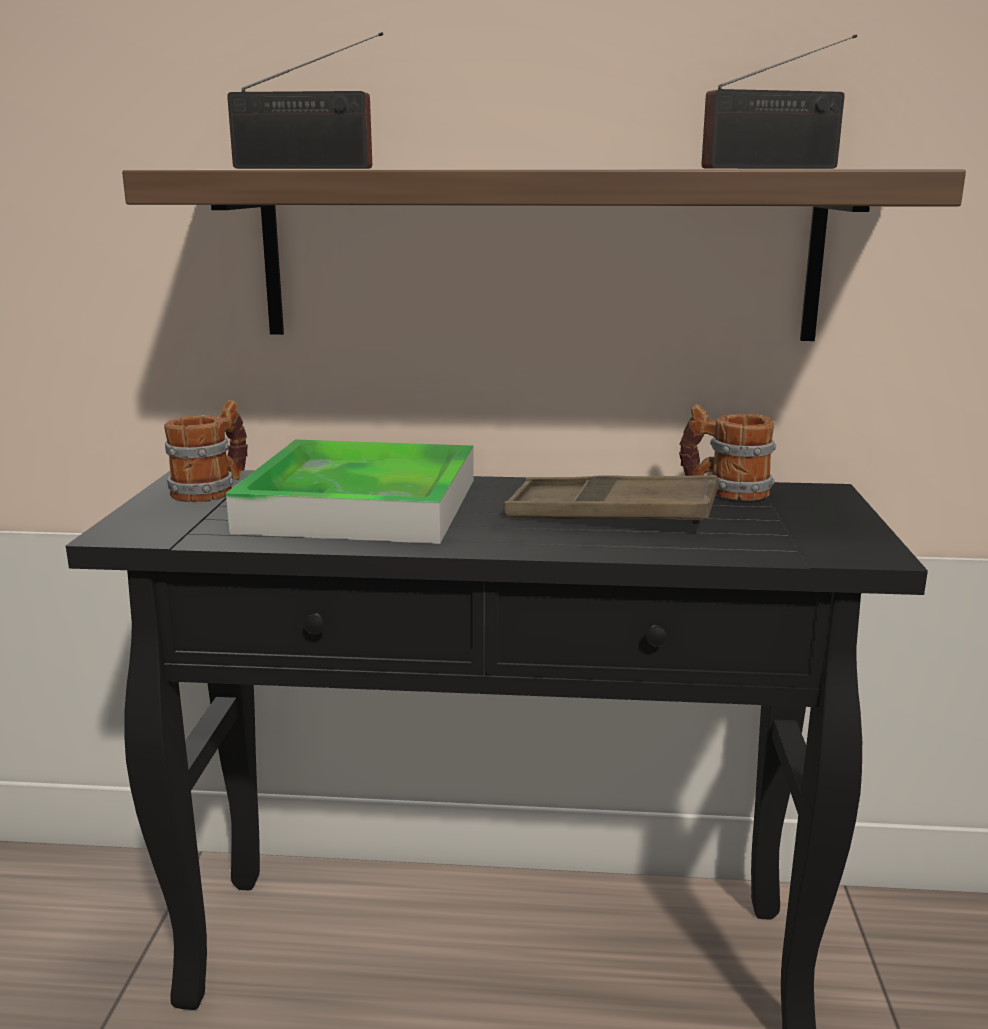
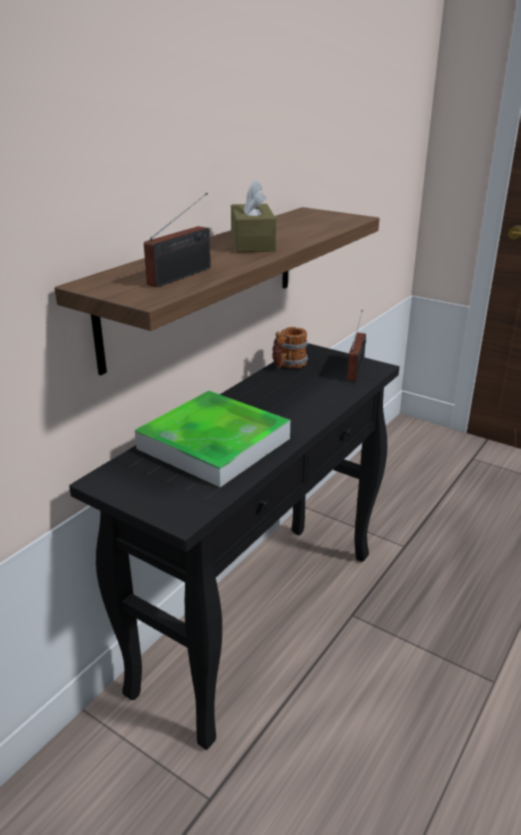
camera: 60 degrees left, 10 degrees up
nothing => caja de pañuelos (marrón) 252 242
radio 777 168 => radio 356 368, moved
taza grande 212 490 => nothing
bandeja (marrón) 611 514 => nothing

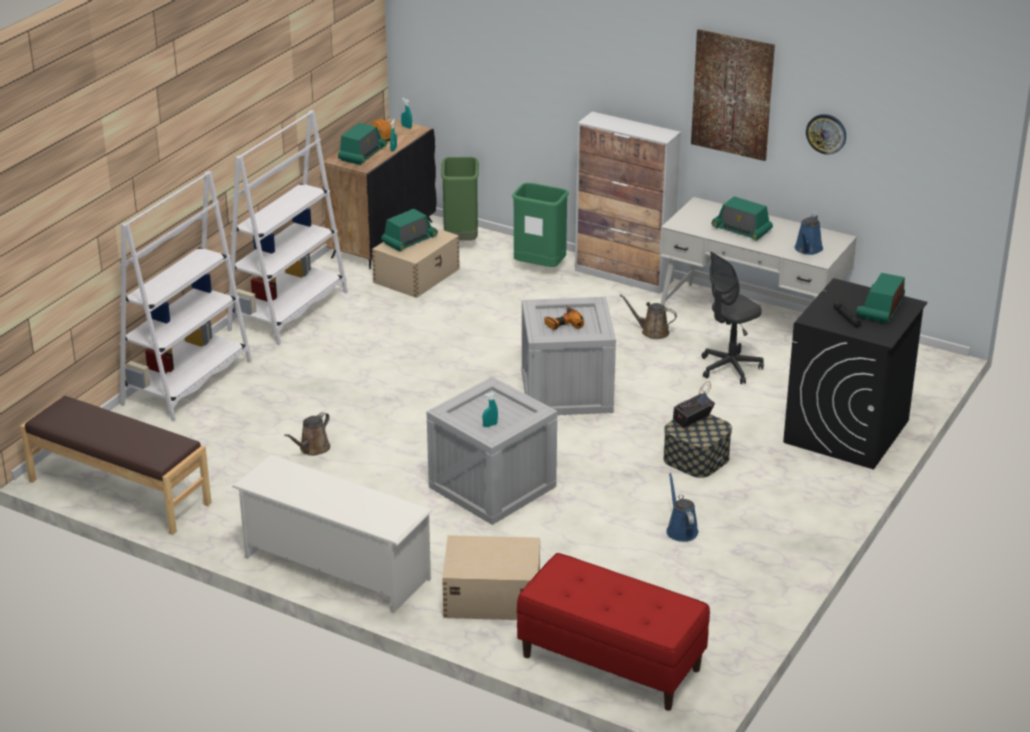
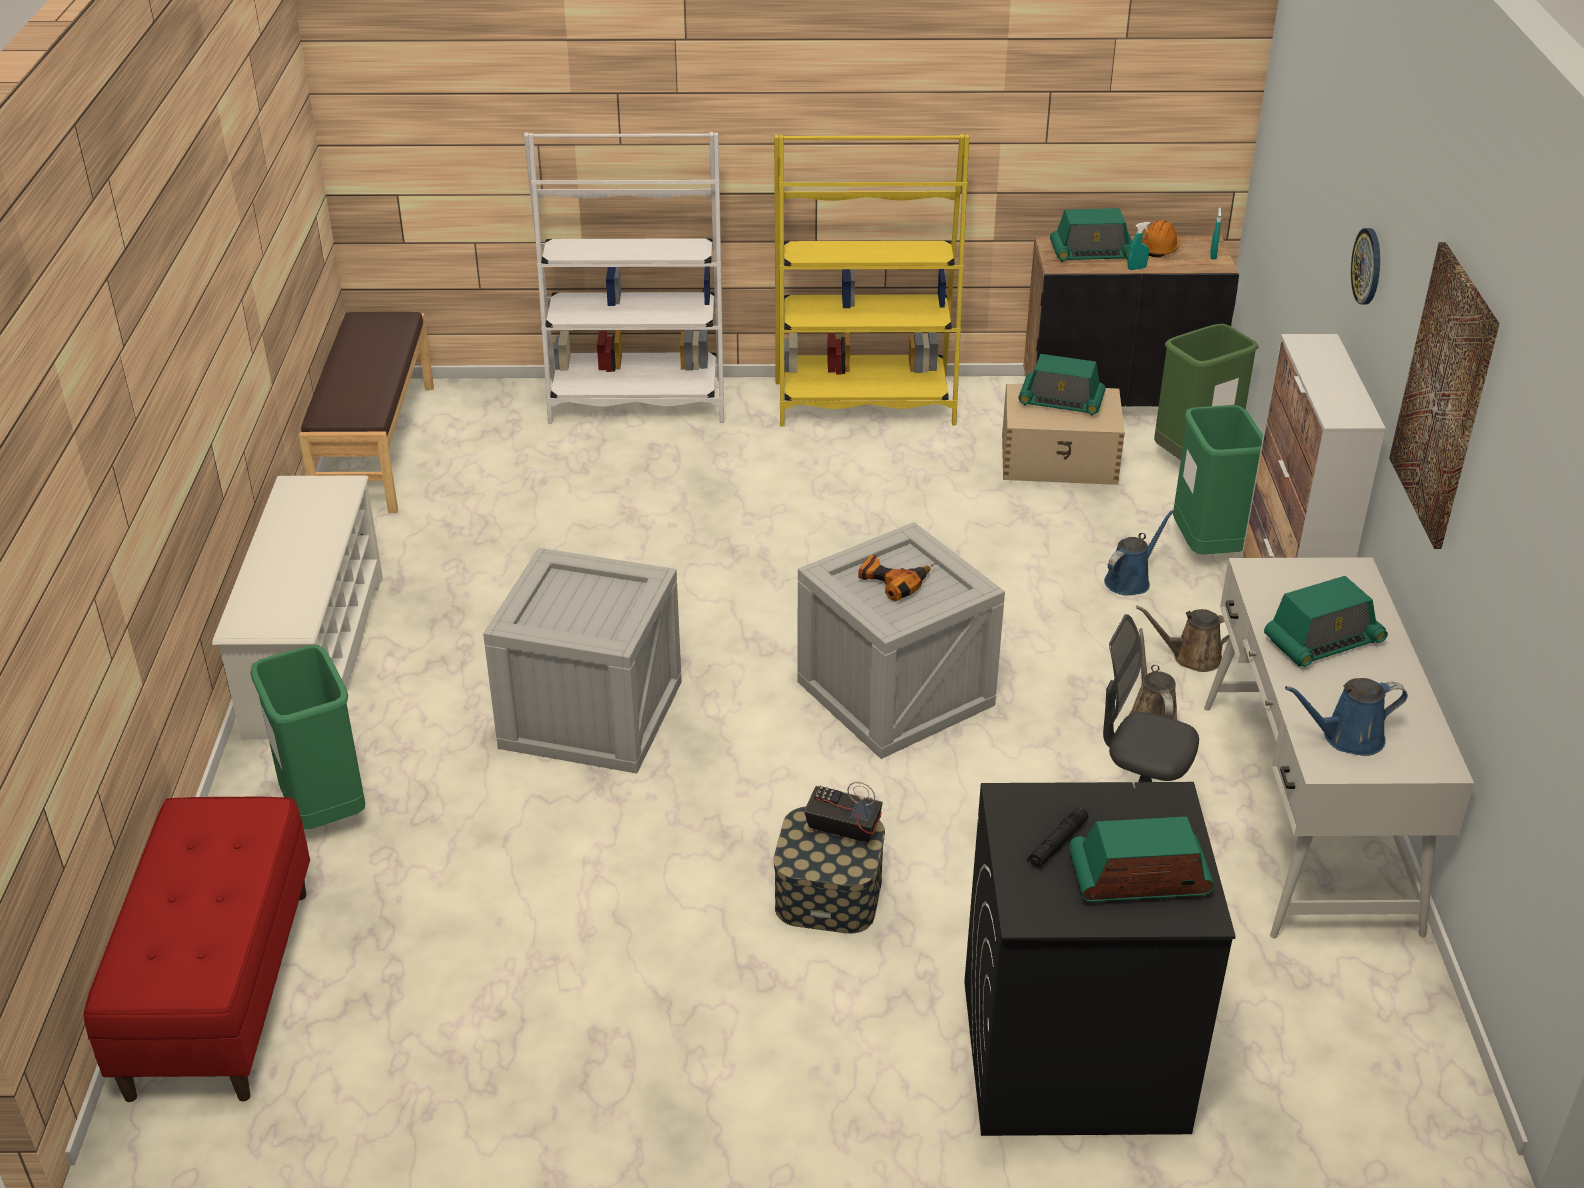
camera: 60 degrees right, 5 degrees up
caja de almacenaje (beis) 491 596 => papelera (verde) 324 811
estantería (blanco) 288 311 => estantería (amarillo) 864 403
regadera (azul) 681 530 => regadera (azul) 1130 580, moved
regadera (marrón) 312 449 => regadera (marrón) 1192 657, moved
radio 741 230 => radio 1322 642, 120 degrees counterclockwise
reloj de pared 826 133 => reloj de pared 1368 266, moved
pulverizador (turquesa) 490 425 => nothing

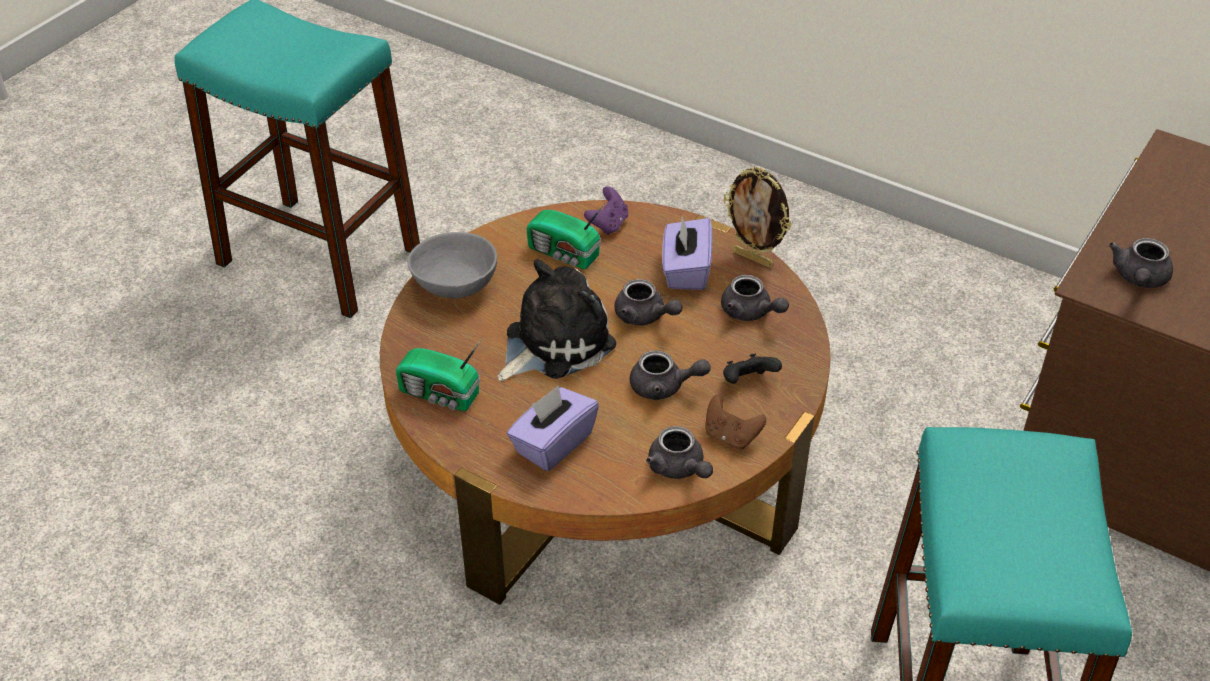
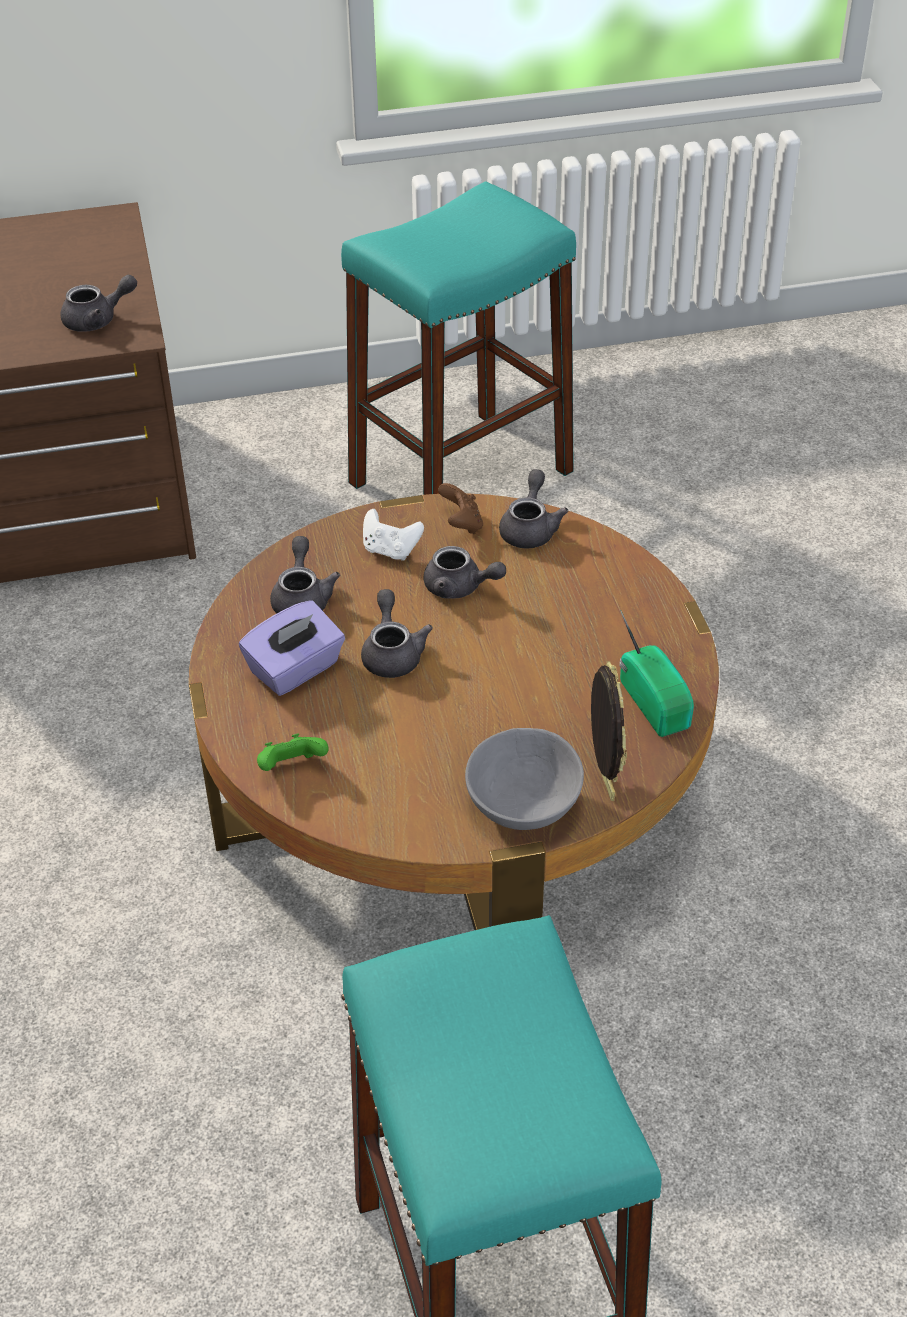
camera: 135 degrees left, 0 degrees up
mando de consola (morado) 608 224 => mando de consola (verde) 292 767
mando de consola (negro) 747 382 => mando de consola (blanco) 390 550
tetera (gris) 664 387 => tetera (gris) 460 588, 150 degrees clockwise
portarretratos 753 258 => portarretratos 603 781, moved
peluche 553 342 => nothing
caja de pañuelos (morado) 553 443 => nothing
radio 564 254 => nothing

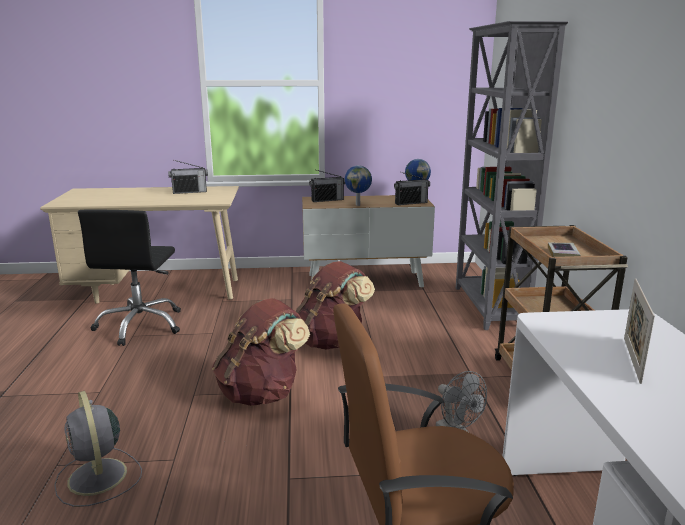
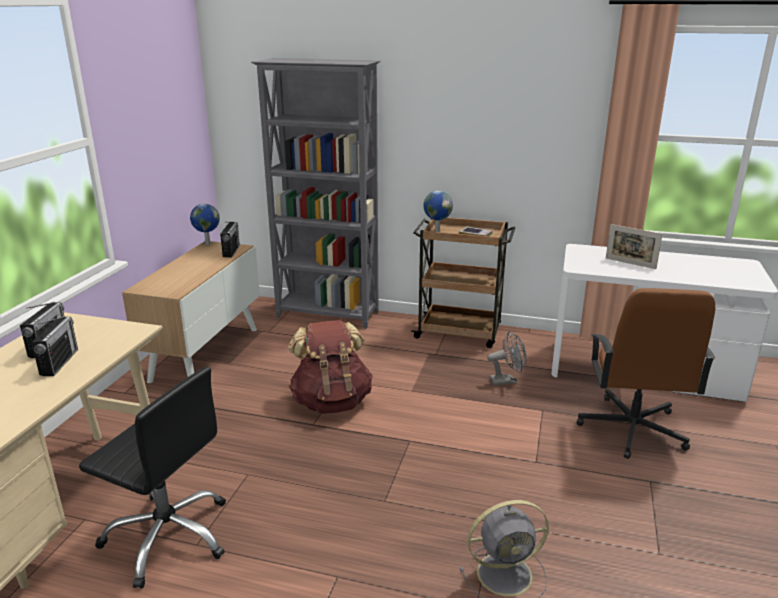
camera: 70 degrees left, 5 degrees up
radio 327 200 => radio 59 362, moved
globo terráqueo 358 205 => globo terráqueo 436 232, moved
mochila (marrón) 262 393 => nothing

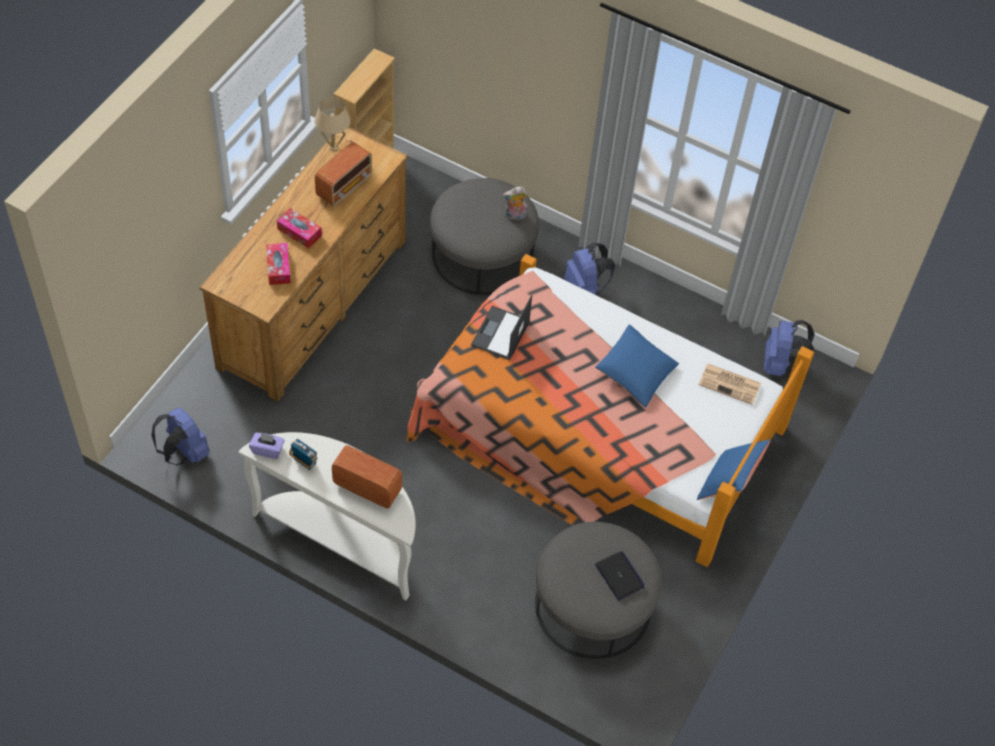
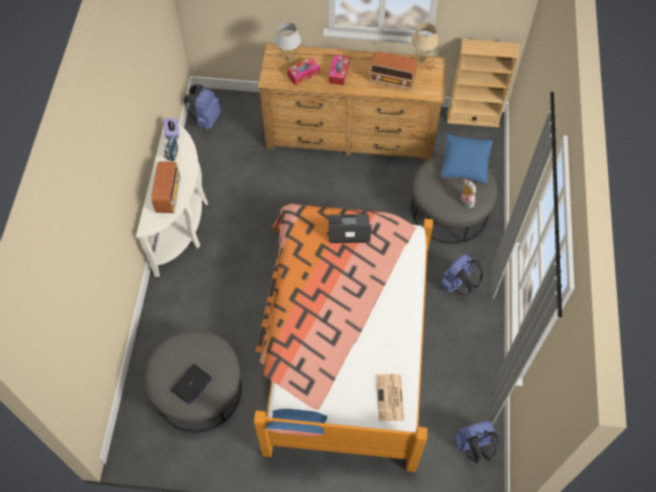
camera: 70 degrees right, 5 degrees up
nothing => lámpara de mesa (blanco) 289 60
cojín (azul) 635 373 => cojín (azul) 464 164, moved

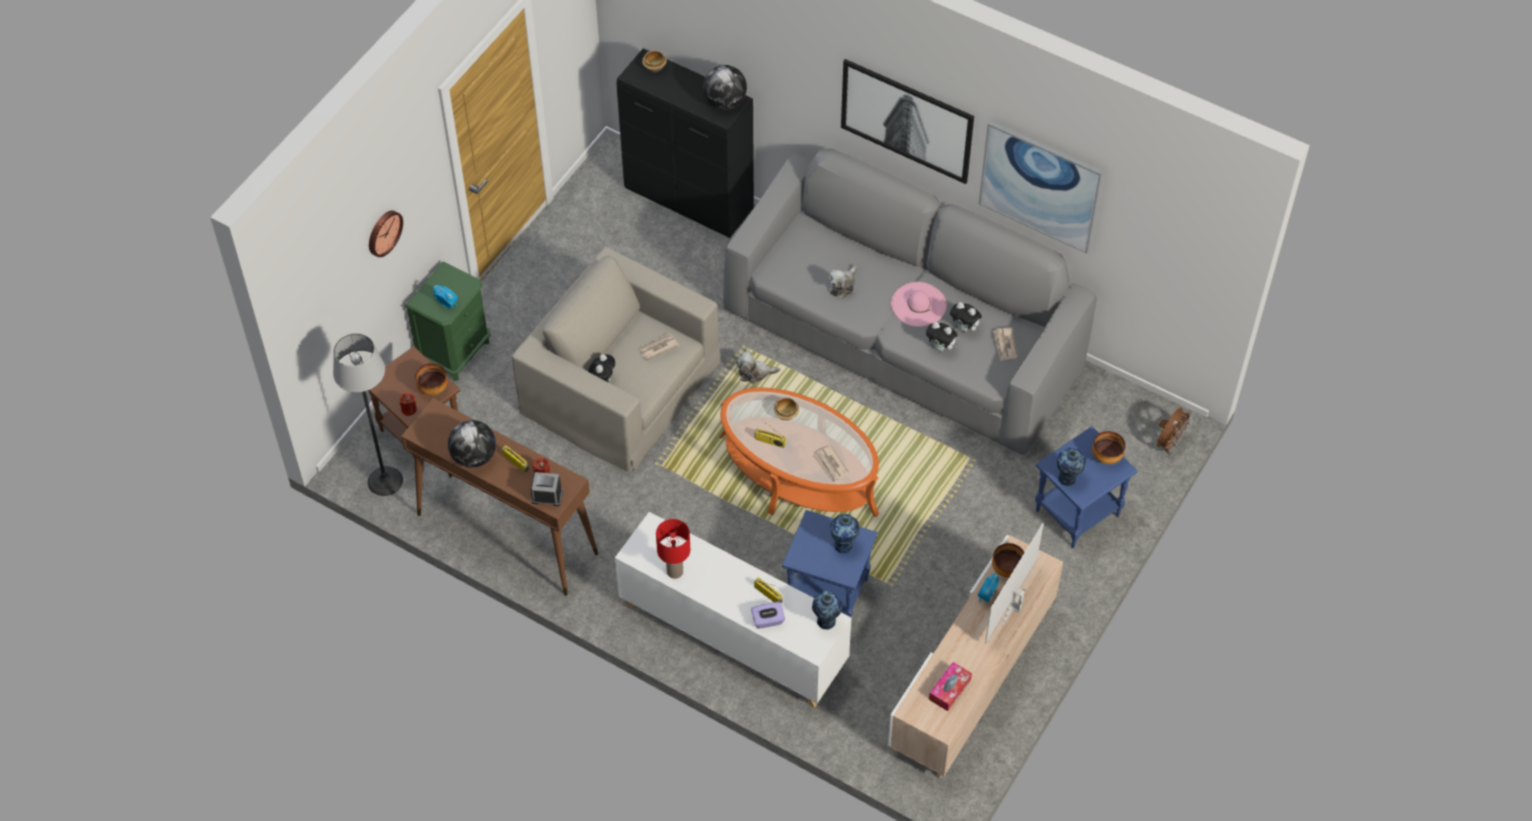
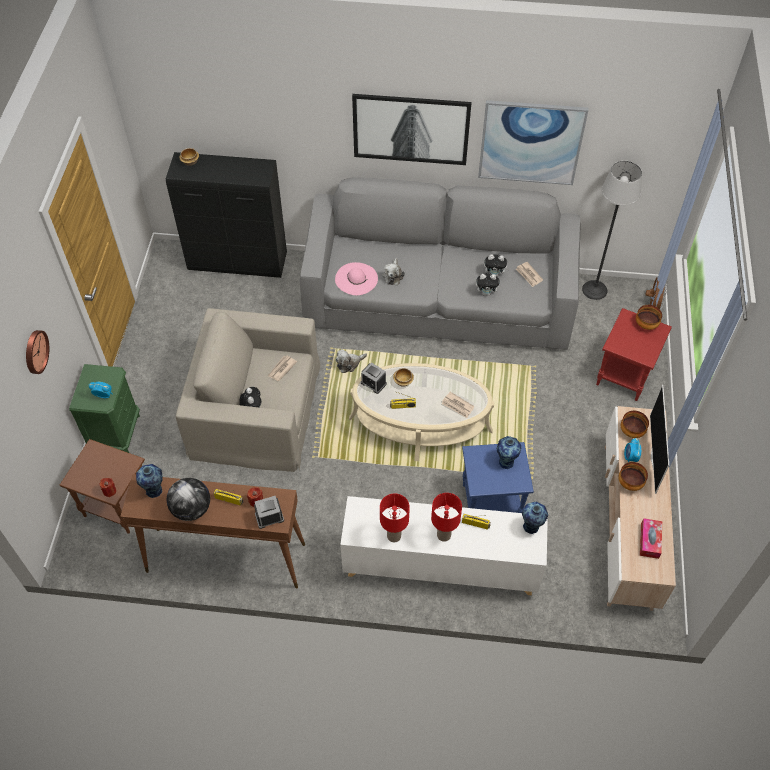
camera: 25 degrees left, 0 degrees up
florero 1068 479 => florero 154 491, moved
sombrero (rosa) 918 304 => sombrero (rosa) 356 279, moved
mesa de centro (naranja) 798 474 => mesa de centro (beis) 420 424
nothing => despertador 373 383
nothing => lámpara de mesa (rojo) 444 535
lámpara de pie 385 481 => lámpara de pie 595 290, moved
mesa auxiliar (azul) 1077 514 => mesa auxiliar (rojo) 625 376
cuenco 433 388 => cuenco 629 483, moved
globo terráqueo 725 102 => nothing
caja de pañuelos (morado) 768 620 => nothing

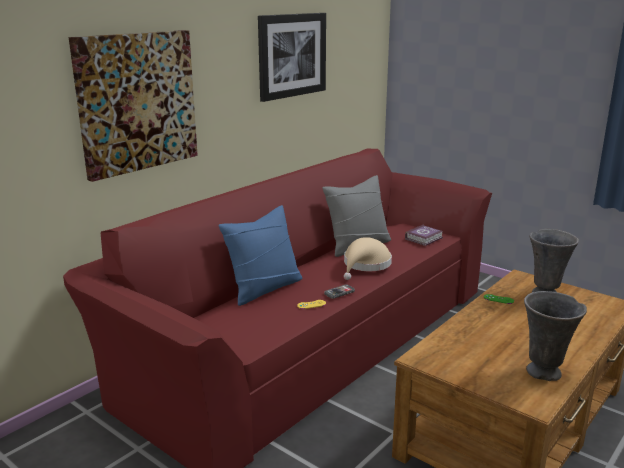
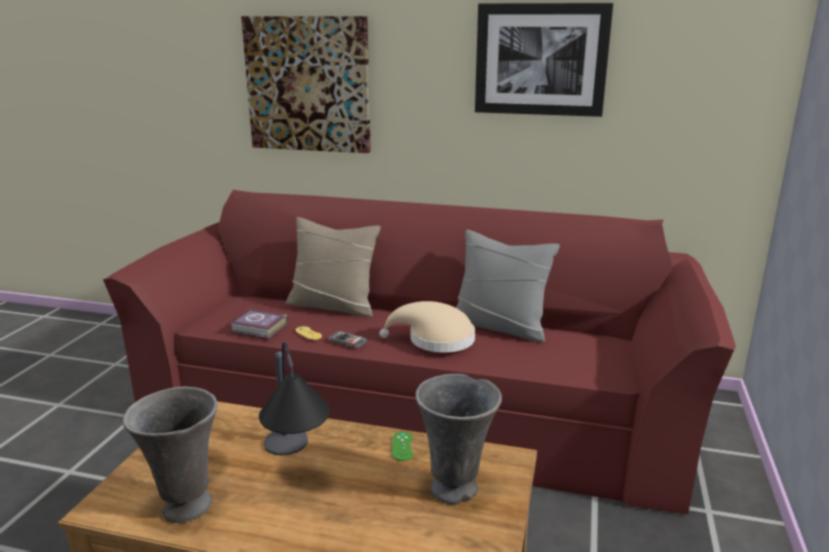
camera: 65 degrees right, 0 degrees up
libro 425 238 => libro 260 329, moved
nothing => lámpara de mesa 295 468
cojín (azul) 264 288 => cojín (beis) 333 306

